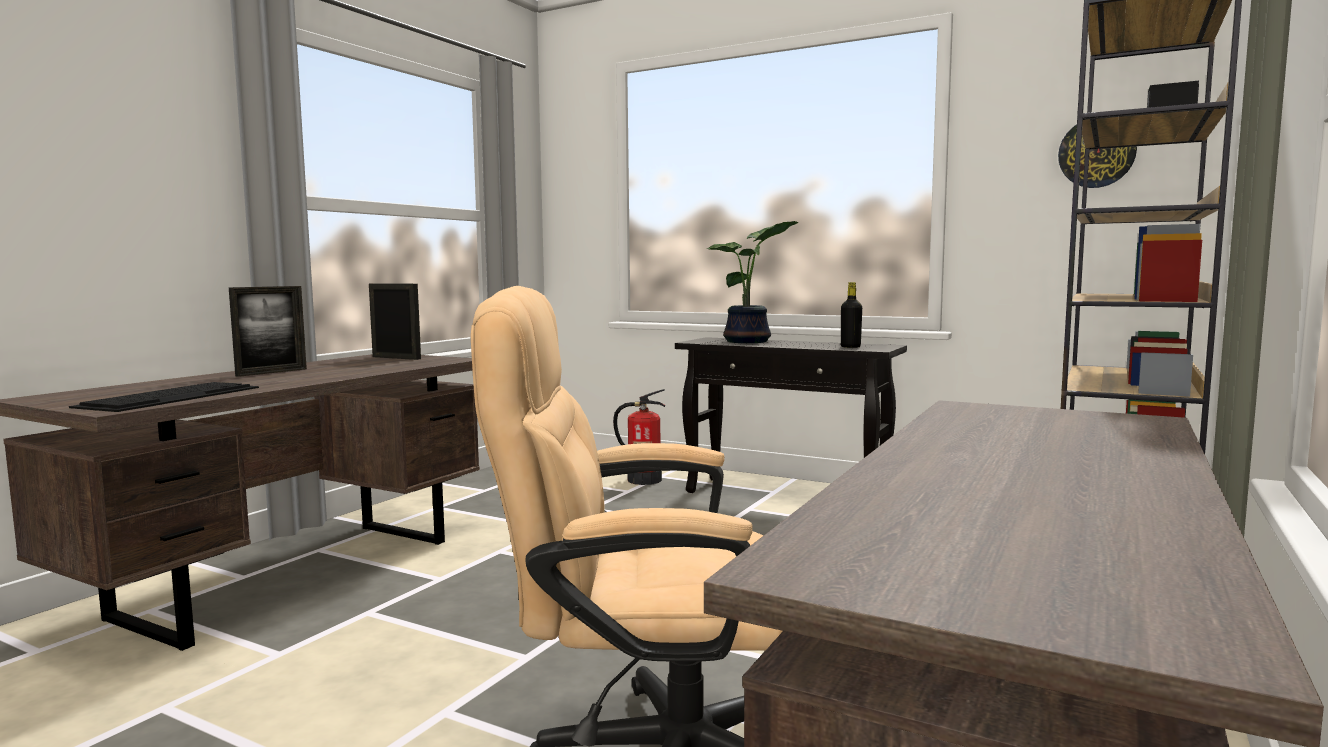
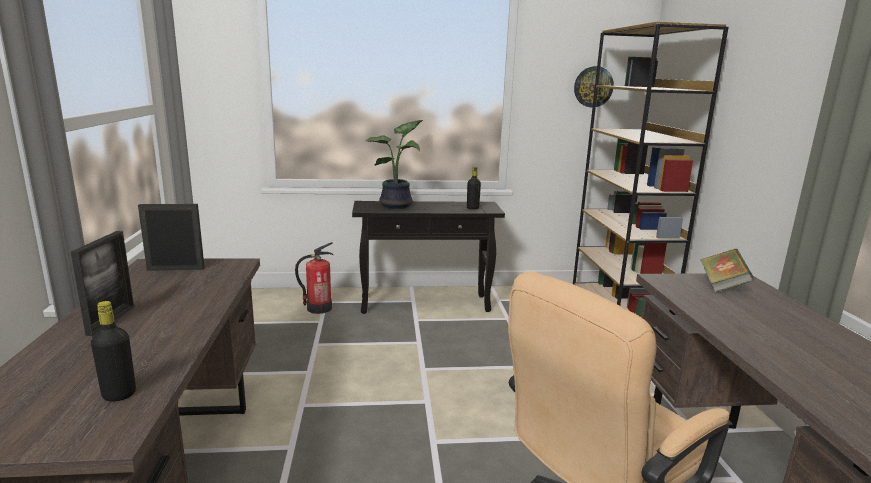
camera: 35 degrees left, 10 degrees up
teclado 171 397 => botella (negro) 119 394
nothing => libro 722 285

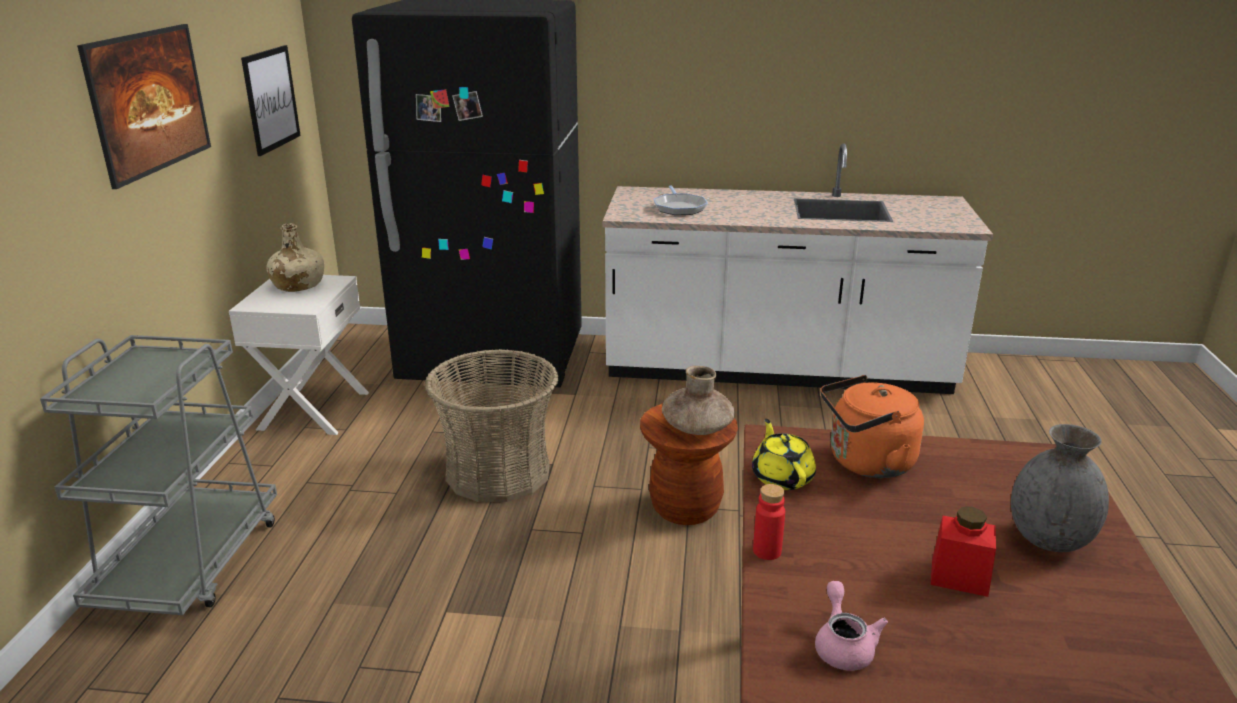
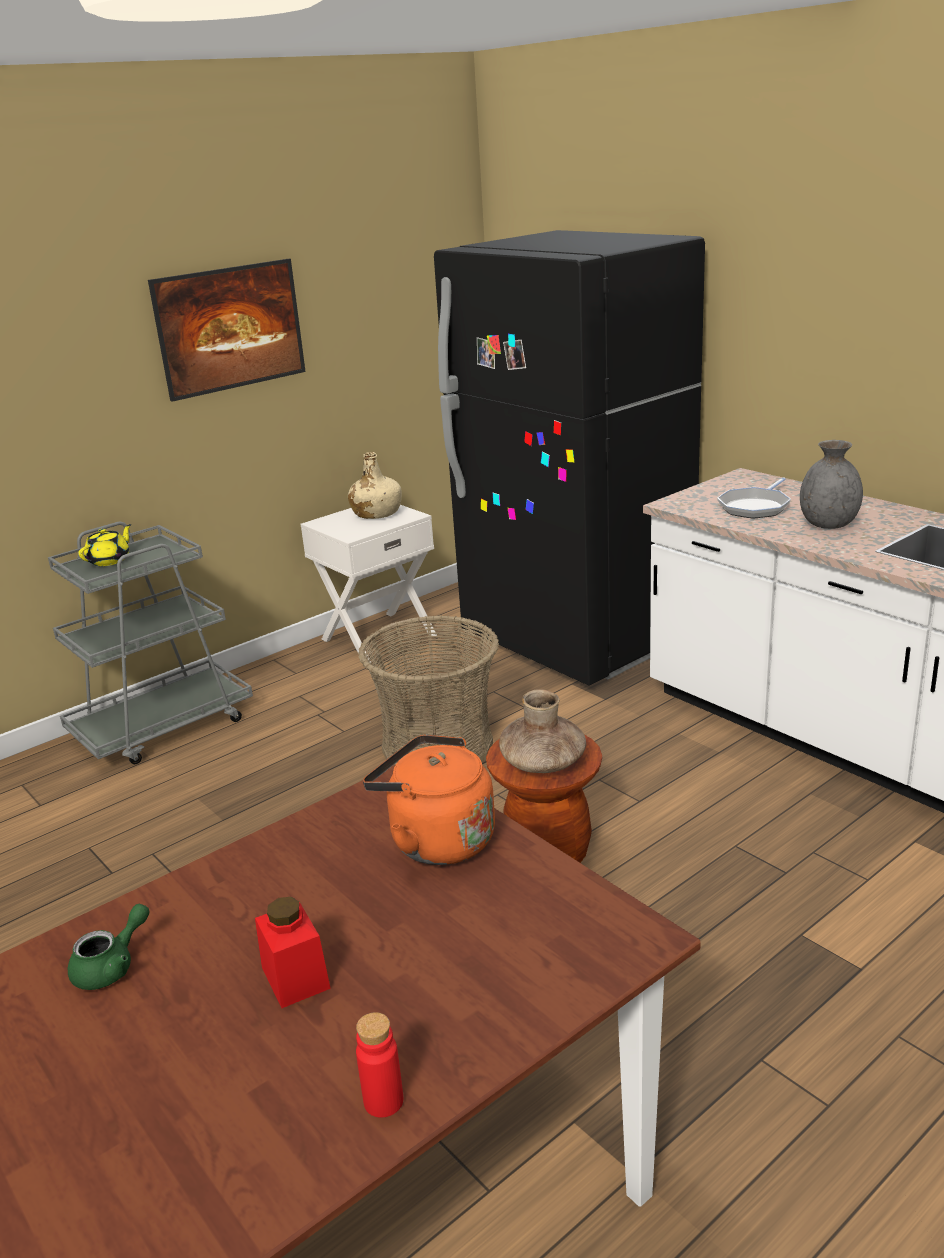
camera: 45 degrees right, 0 degrees up
tetera (rosa) 843 645 => tetera (verde) 112 967
tetera (amarillo) 782 477 => tetera (amarillo) 110 560, moved
botella (rojo) 767 551 => botella (rojo) 383 1101, moved
florero (gris) 1048 539 => florero (gris) 828 524, moved
cuadro 271 99 => nothing

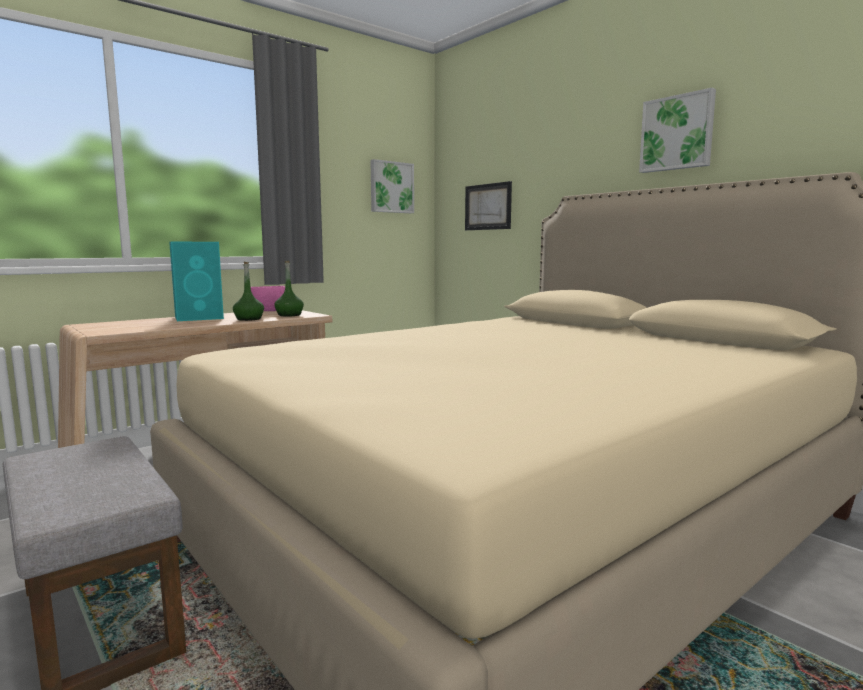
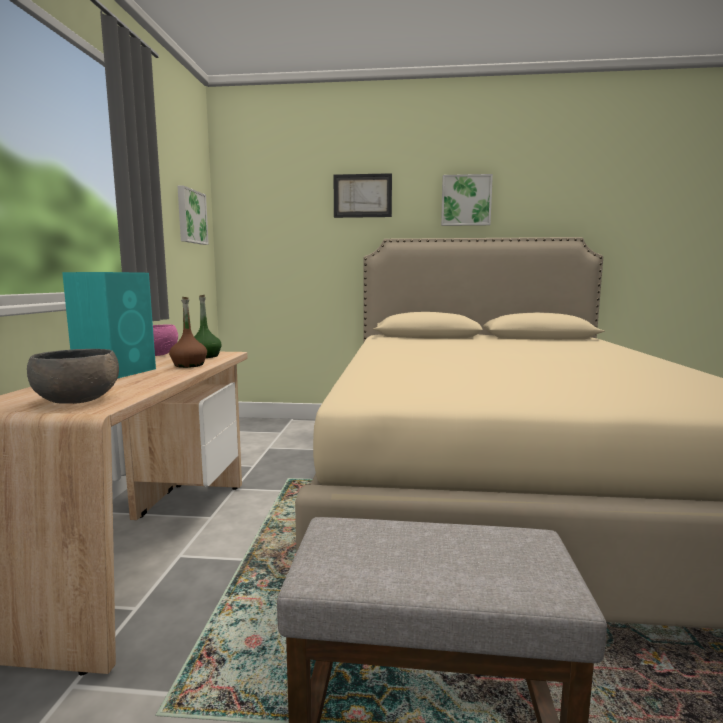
camera: 45 degrees left, 0 degrees up
nothing => cuenco (gris) 78 400
botella (verde) 249 319 => botella (marrón) 189 365
cuadro 488 207 => cuadro 362 196, moved

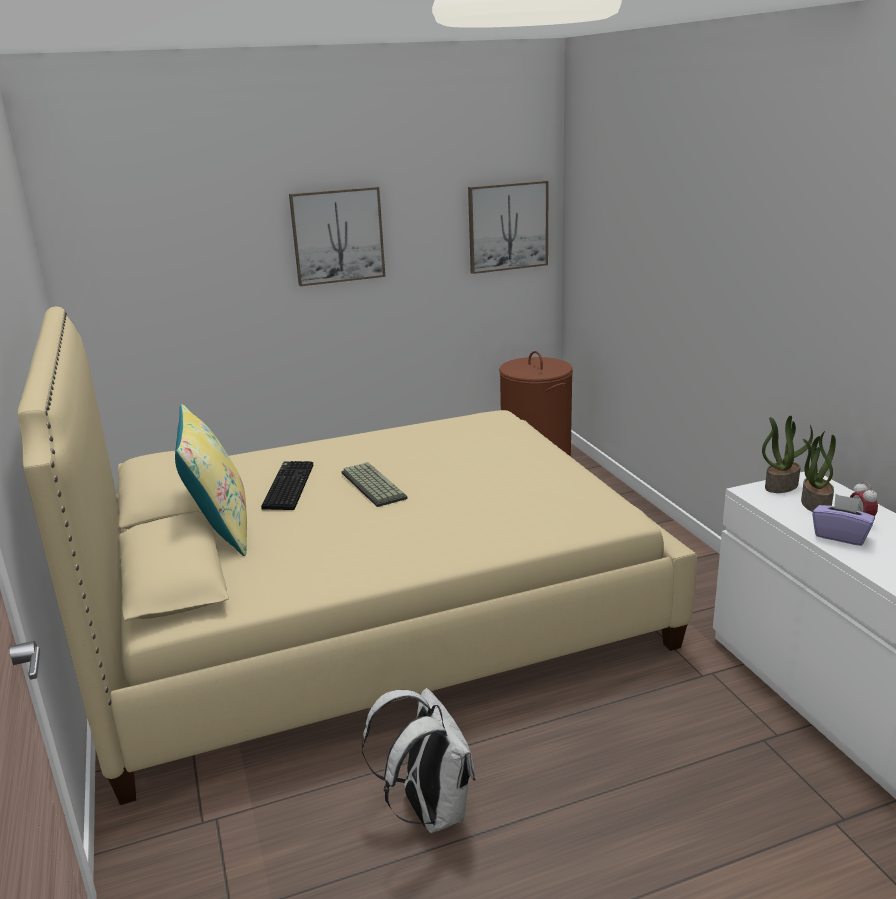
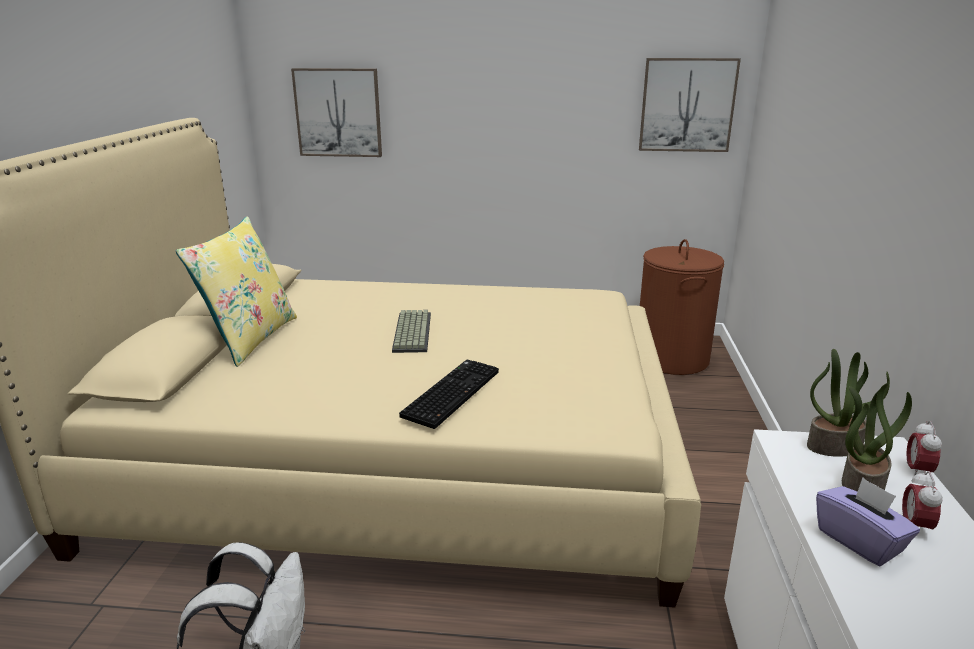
camera: 25 degrees right, 0 degrees up
cuadro 337 236 => cuadro 338 112, moved
teclado 287 486 => teclado 451 393, moved
nothing => despertador 917 471

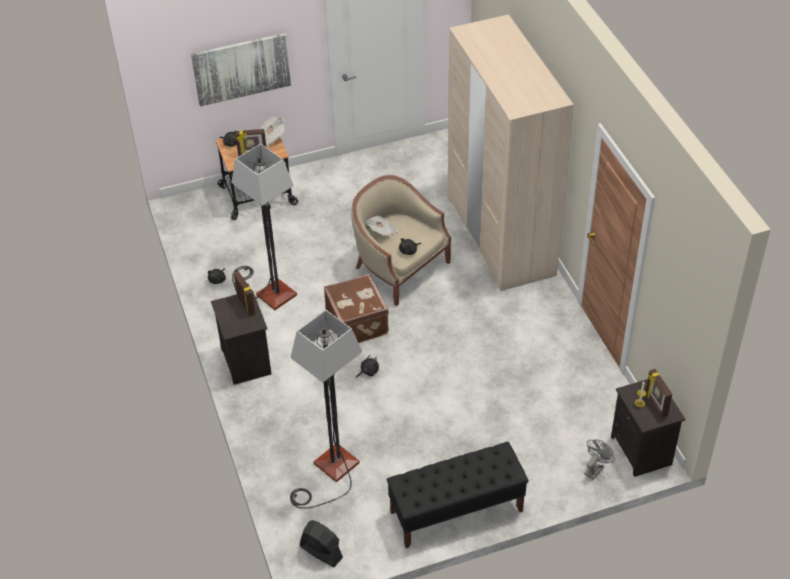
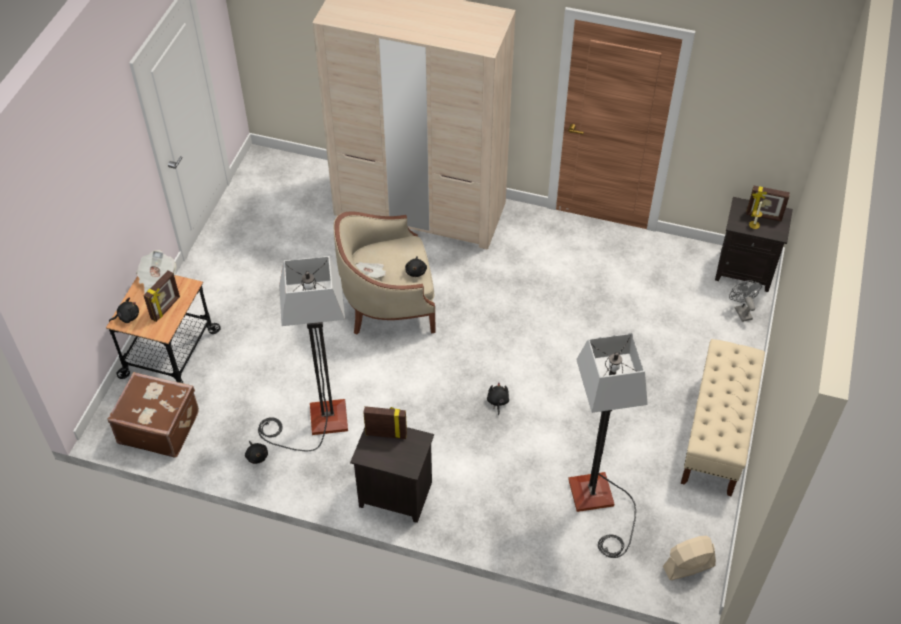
camera: 55 degrees left, 5 degrees up
maleta (marrón) 358 322 => maleta (marrón) 159 426, moved
ventilador (negro) 321 551 => ventilador (beis) 688 566
banco (negro) 456 511 => banco (beis) 716 434
cuadro 241 69 => nothing

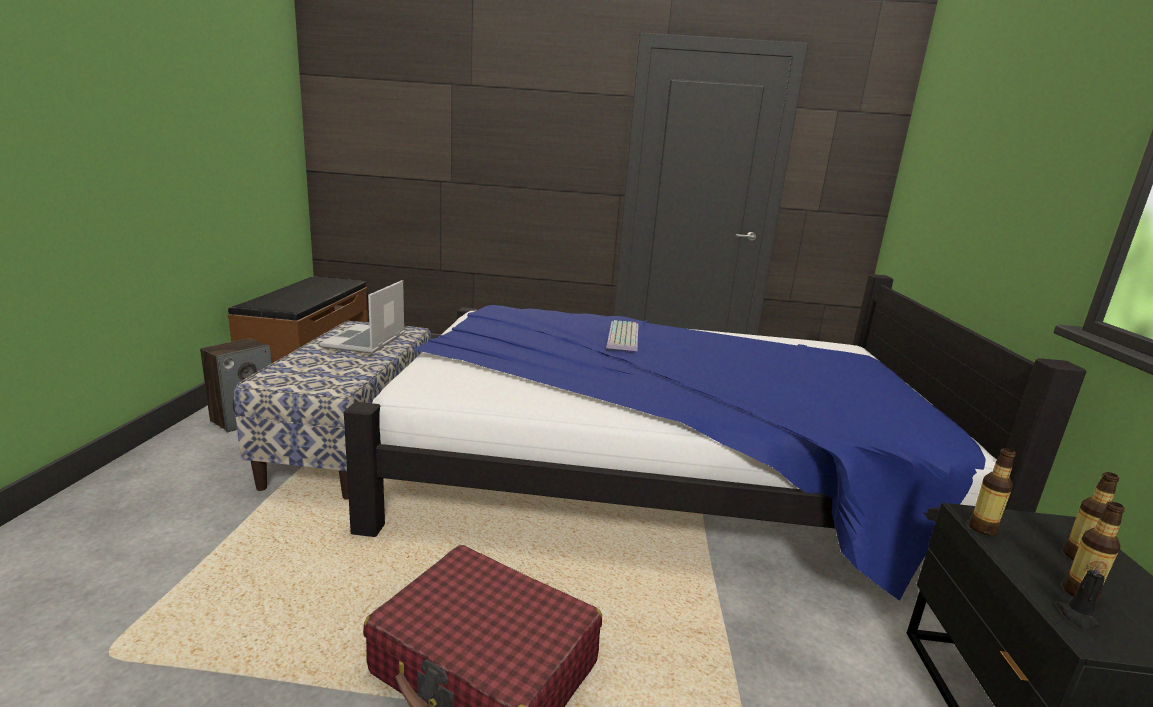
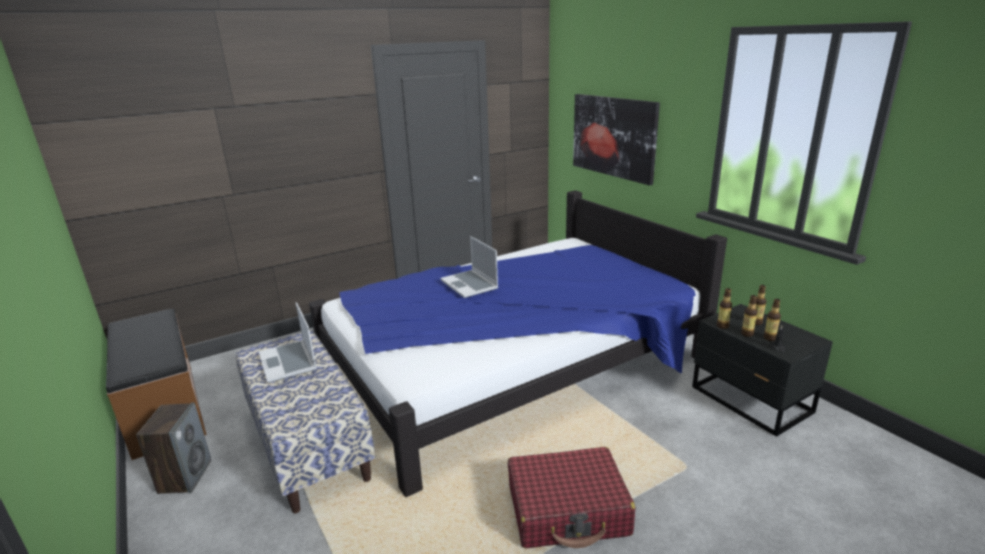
camera: 35 degrees left, 5 degrees up
teclado 624 337 => portátil 470 285
nothing => cuadro 613 137
nothing => botella 747 334

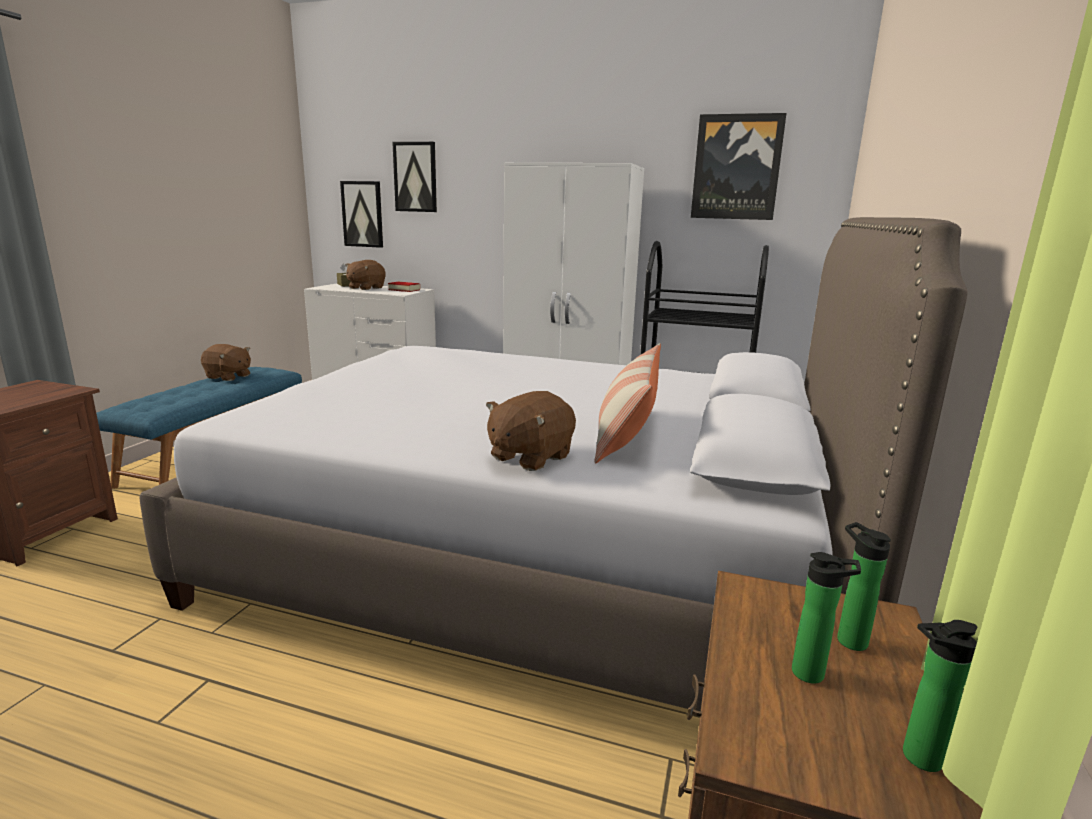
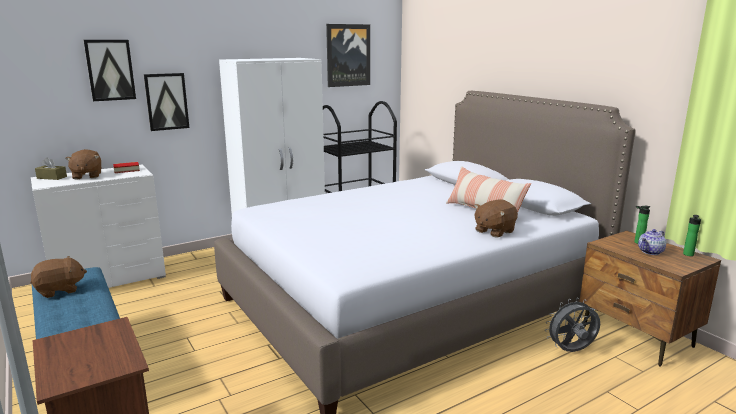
camera: 50 degrees left, 0 degrees up
cuadro 362 214 => cuadro 166 101, moved
peluche (marrón) 529 457 => peluche (marrón) 494 231, 60 degrees clockwise
nothing => ventilador (gris) 571 351
botella 813 674 => tetera 651 252

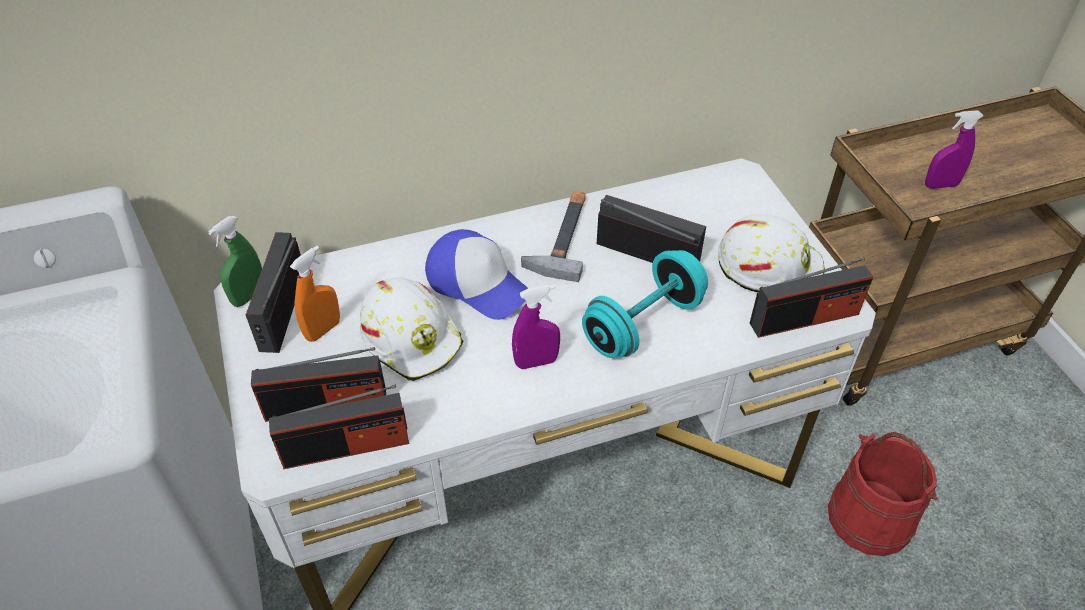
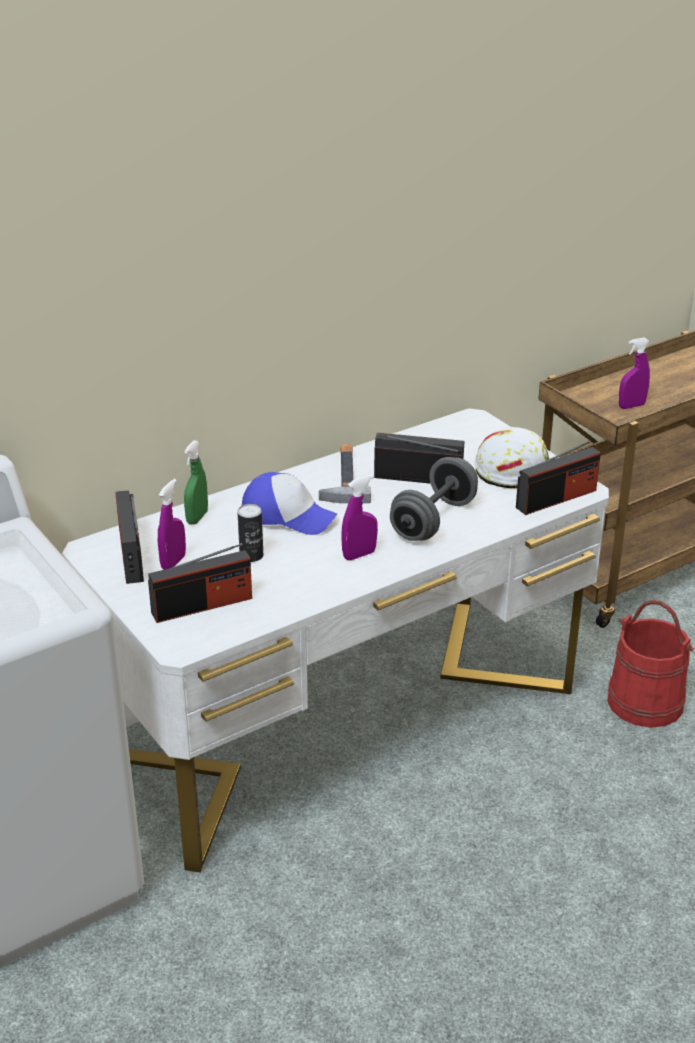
camera: 15 degrees left, 15 degrees down
pulverizador (naranja) 323 330 => pulverizador (morado) 173 562
pulverizador (verde) 249 296 => pulverizador (verde) 197 518, moved
casco (blanco) 413 337 => lata 251 556
mancuerna (turquesa) 643 324 => mancuerna (gris) 433 520
radio 346 447 => nothing

